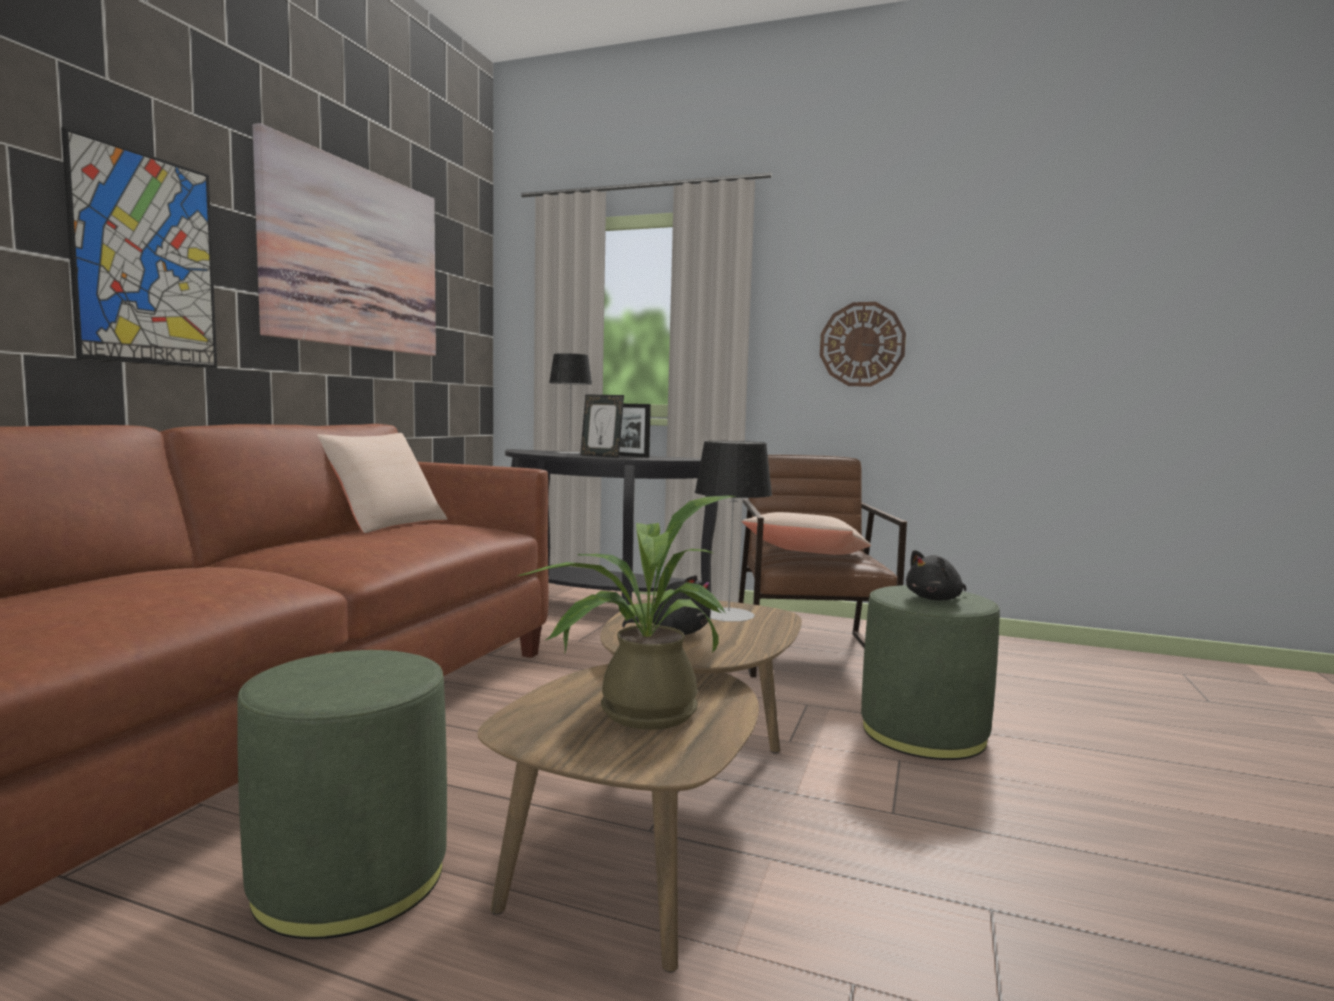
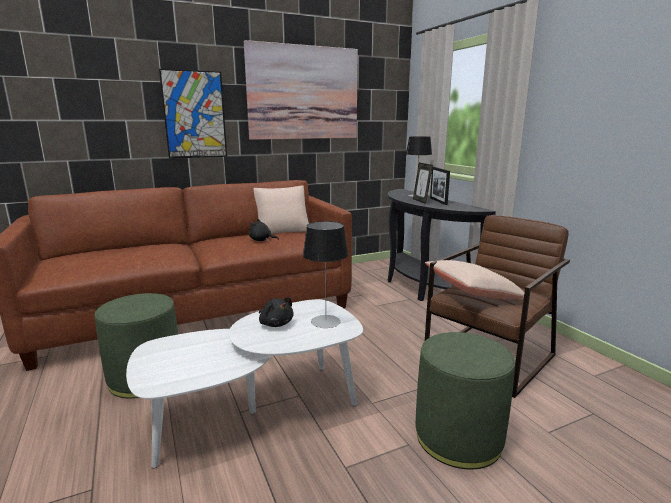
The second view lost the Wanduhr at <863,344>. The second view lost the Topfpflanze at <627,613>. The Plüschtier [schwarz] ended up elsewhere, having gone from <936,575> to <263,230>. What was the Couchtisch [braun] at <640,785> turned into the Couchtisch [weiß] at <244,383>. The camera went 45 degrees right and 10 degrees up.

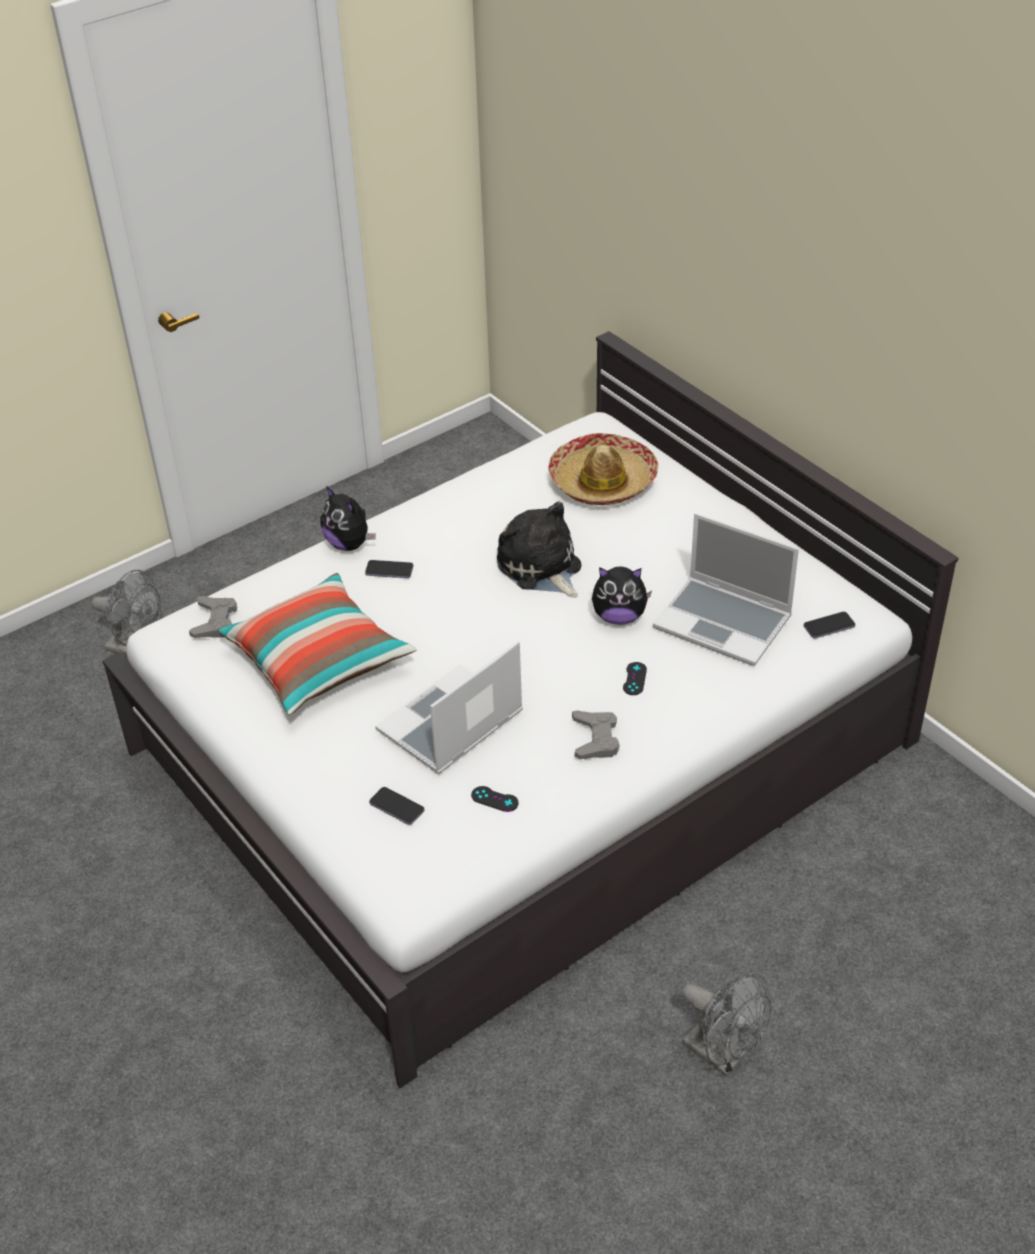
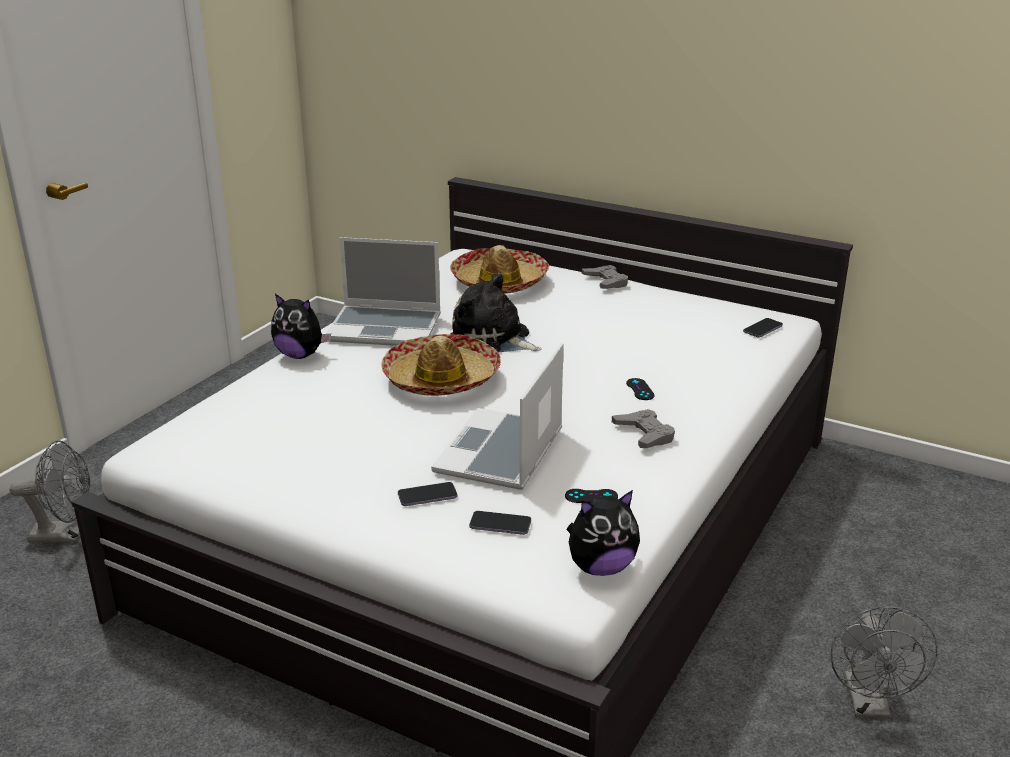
The Laptop ended up elsewhere, having gone from <726,589> to <383,291>. The Handy ended up elsewhere, having gone from <389,569> to <427,494>. The Plüschtier ended up elsewhere, having gone from <622,595> to <603,533>. The second view lost the Kissen at <317,644>. The Gamepad [grau] ended up elsewhere, having gone from <213,617> to <605,277>. The Ventilator [grau] at <726,1024> ended up facing another way, 75 degrees clockwise from before. The second view gained the Hut at <441,365>. The camera went 25 degrees left and 15 degrees down.

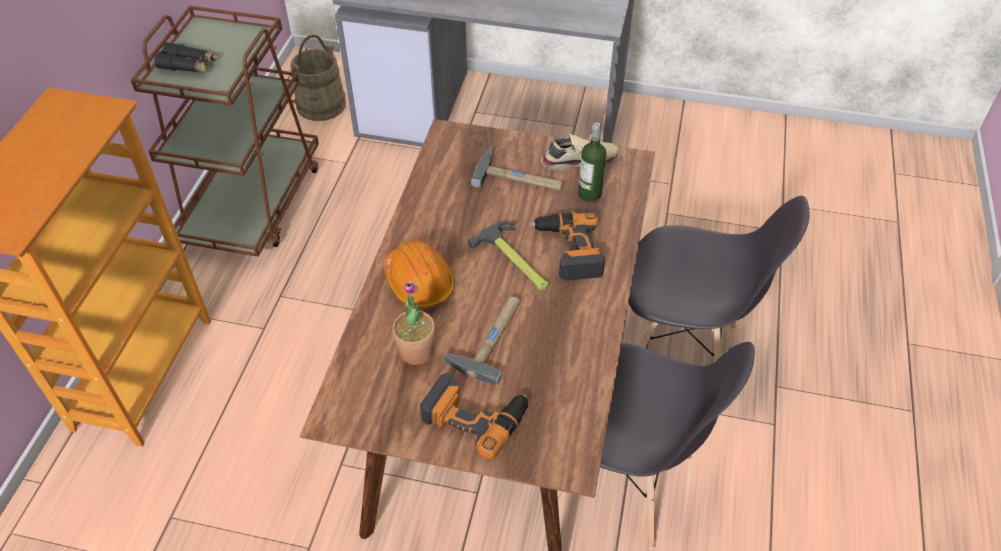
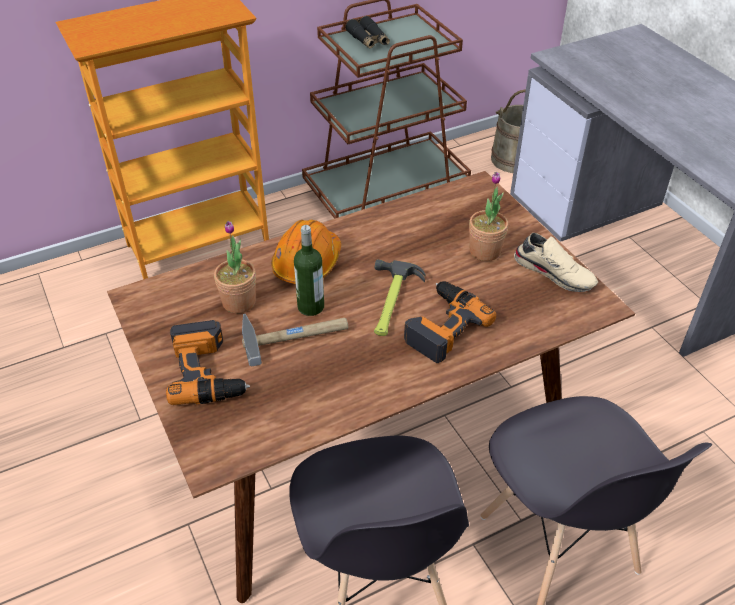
The Flasche ended up elsewhere, having gone from <592,162> to <309,270>. Where the Hammer stood at <517,169>, the Topfpflanze came to stand at <488,216>. The camera went 50 degrees right and 5 degrees down.

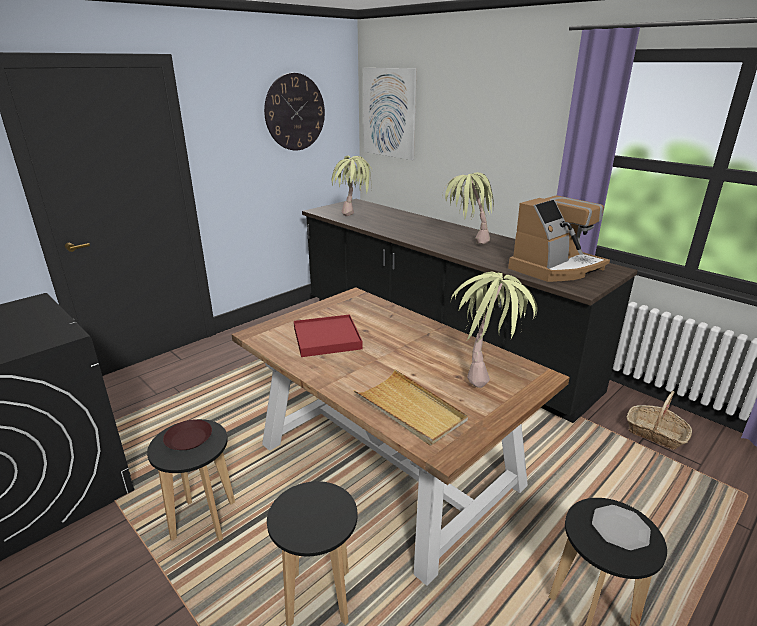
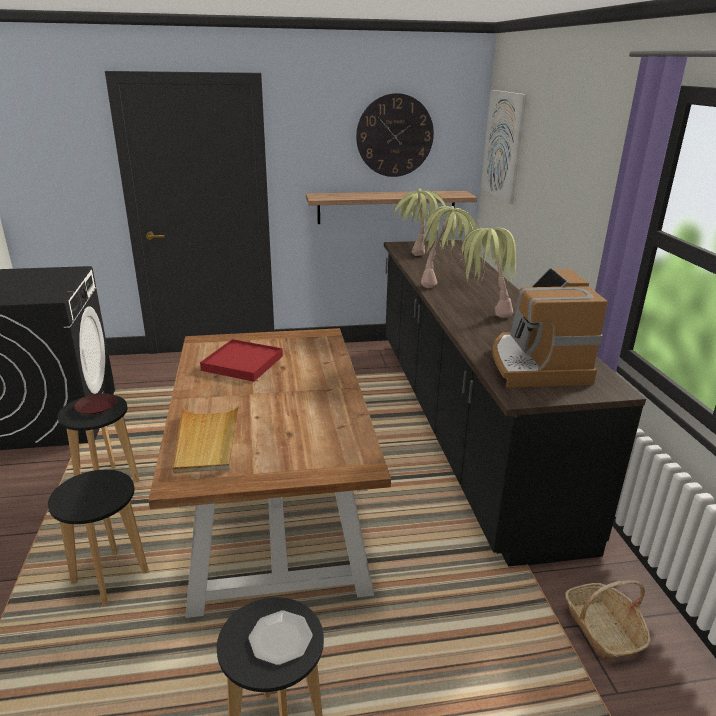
The Kaffeemaschine at <559,238> ended up facing another way, 90 degrees clockwise from before. The Topfpflanze ended up elsewhere, having gone from <494,330> to <450,247>. The second view gained the Wandregal at <391,207>. The camera went 35 degrees right and 0 degrees up.

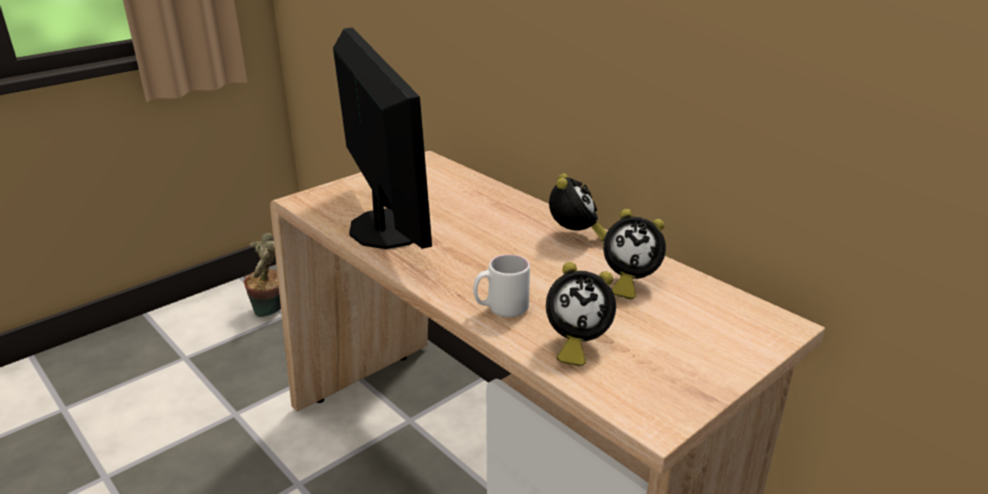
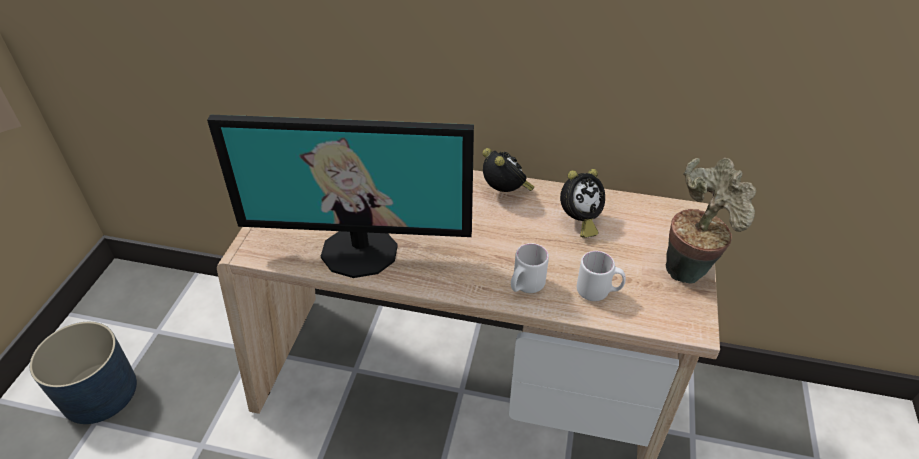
The Monitor at <382,138> ended up facing another way, 150 degrees clockwise from before. The Topfpflanze ended up elsewhere, having gone from <262,275> to <711,220>. Where the Wecker stood at <581,314>, the Henkelbecher [weiß] came to stand at <601,276>. The second view gained the Pflanzkübel [blau] at <83,373>. The camera went 35 degrees left and 15 degrees up.

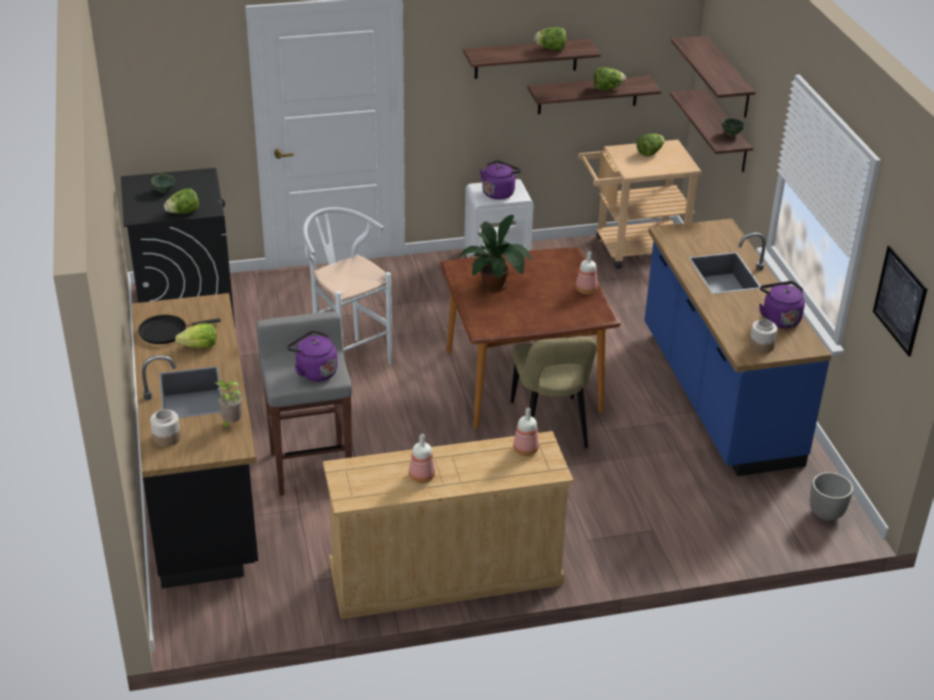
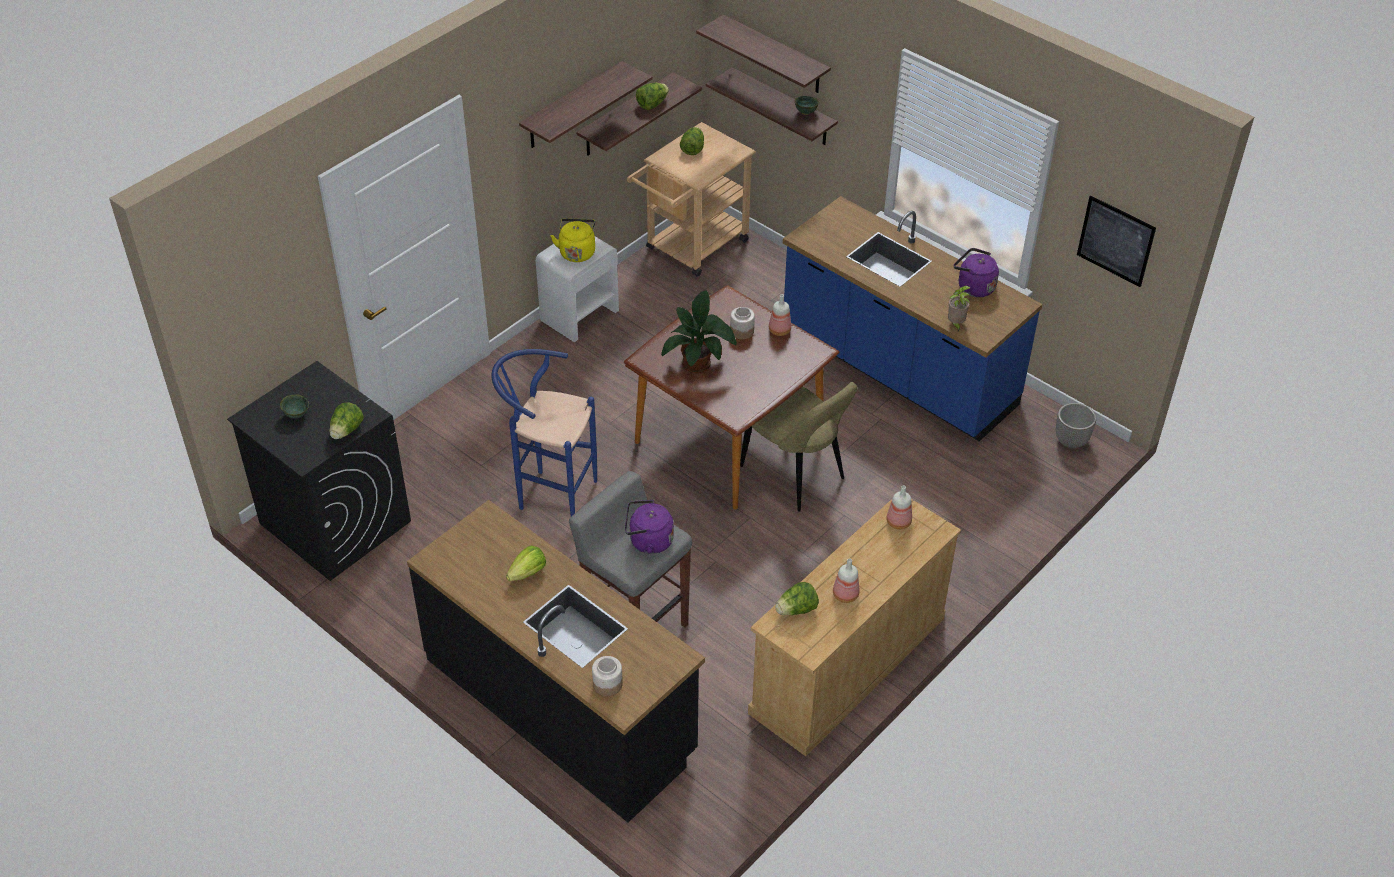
The Salatkopf ended up elsewhere, having gone from <550,39> to <797,598>. What was the Wasserkessel [lila] at <500,180> turned into the Wasserkessel [gelb] at <572,240>. What was the Hocker [weiß] at <347,285> turned into the Hocker [blau] at <544,433>. The second view lost the Pfanne [schwarz] at <179,329>. The Vorratsglas ended up elsewhere, having gone from <763,336> to <742,323>. The Topfpflanze ended up elsewhere, having gone from <228,405> to <959,308>. The camera went 35 degrees left and 10 degrees up.

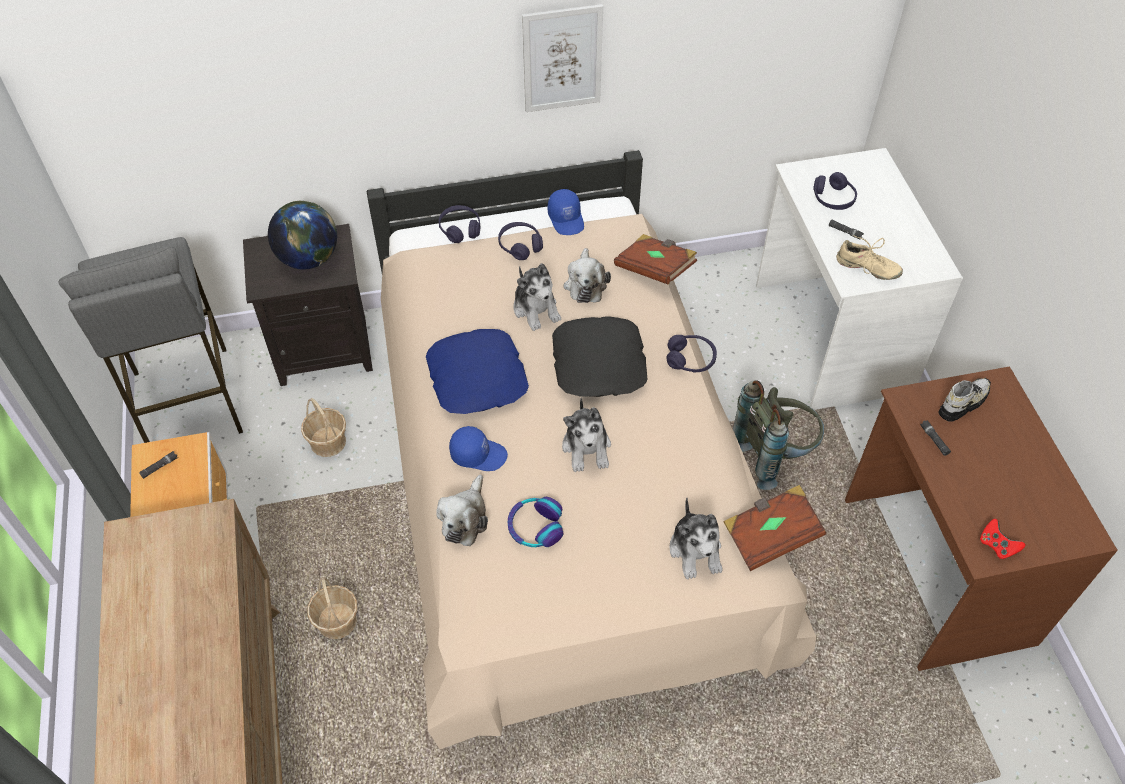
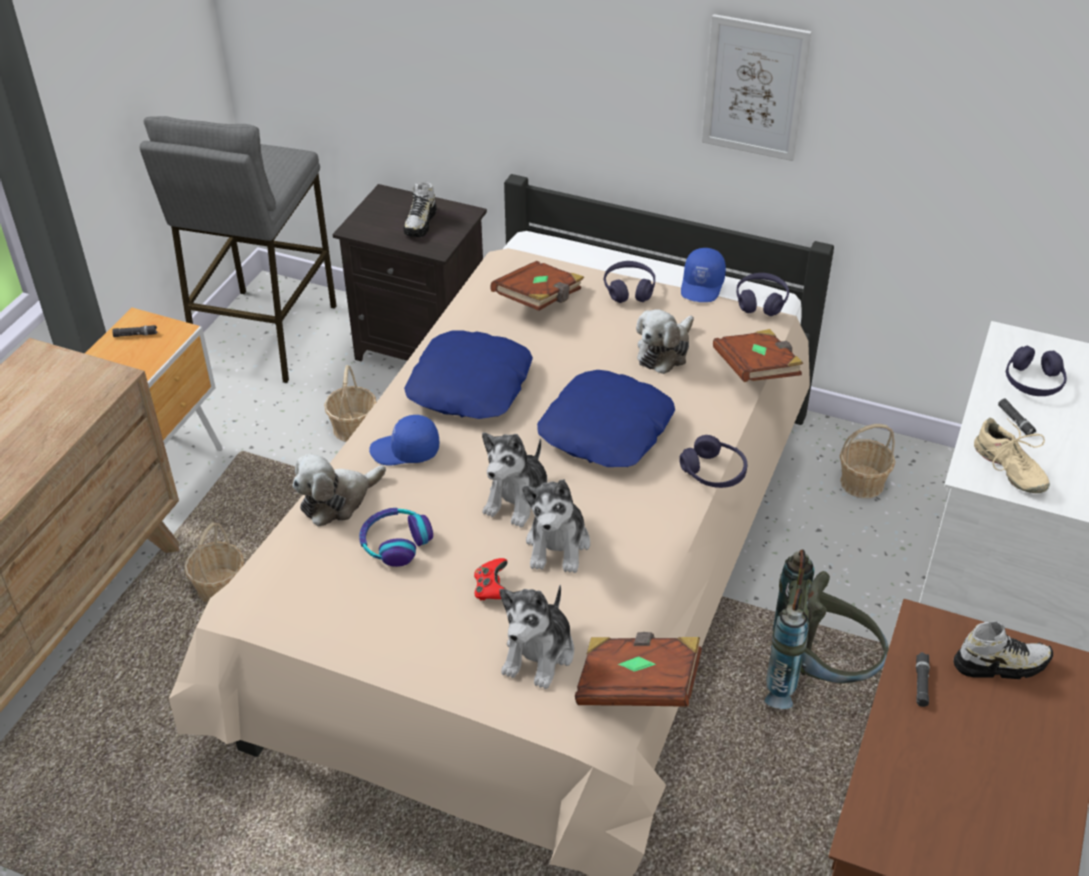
Where the Globus stood at <302,235>, the Schuh came to stand at <420,209>. The Kopfhörer [lila] ended up elsewhere, having gone from <459,224> to <763,294>. The Plüschtier ended up elsewhere, having gone from <537,297> to <556,526>. What was the Kissen [schwarz] at <599,356> turned into the Kissen [blau] at <606,418>. The Kappe [blau] at <478,448> ended up facing another way, 135 degrees clockwise from before. The Gamepad [rot] ended up elsewhere, having gone from <1002,539> to <491,579>. The second view gained the Buch [braun] at <537,286>. The second view gained the Korb at <867,461>. The camera went 35 degrees right and 10 degrees down.

